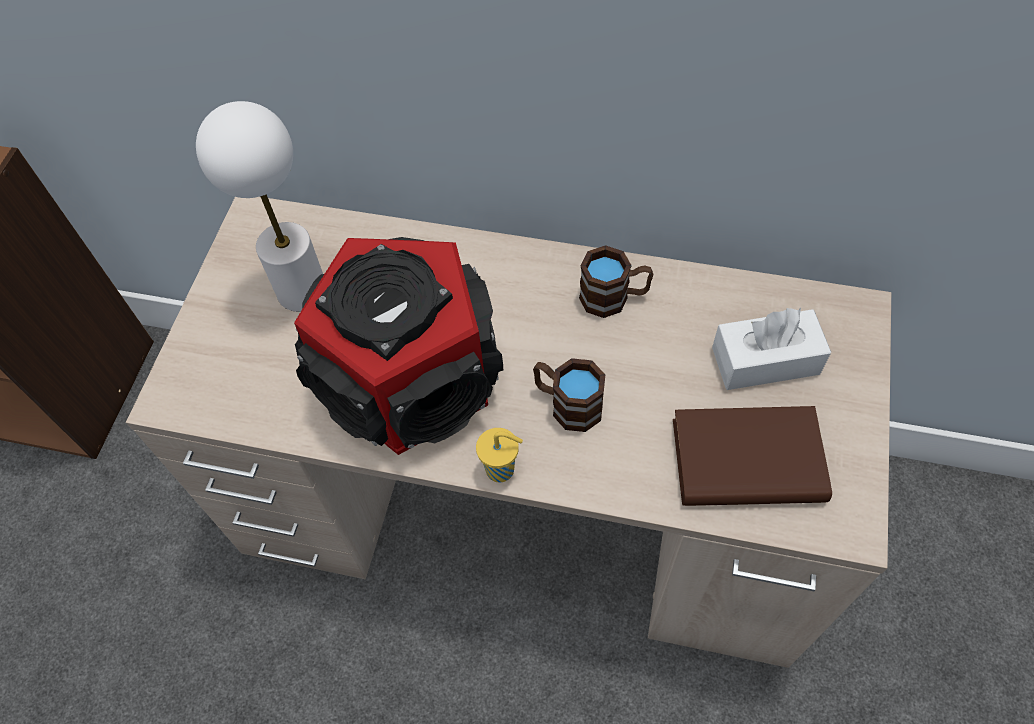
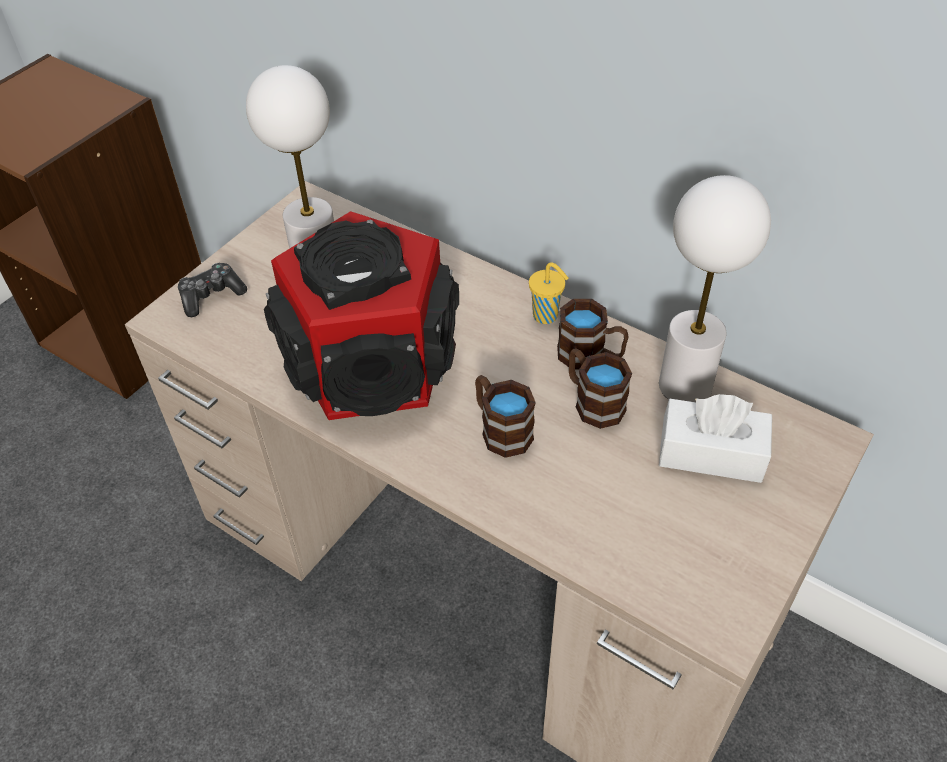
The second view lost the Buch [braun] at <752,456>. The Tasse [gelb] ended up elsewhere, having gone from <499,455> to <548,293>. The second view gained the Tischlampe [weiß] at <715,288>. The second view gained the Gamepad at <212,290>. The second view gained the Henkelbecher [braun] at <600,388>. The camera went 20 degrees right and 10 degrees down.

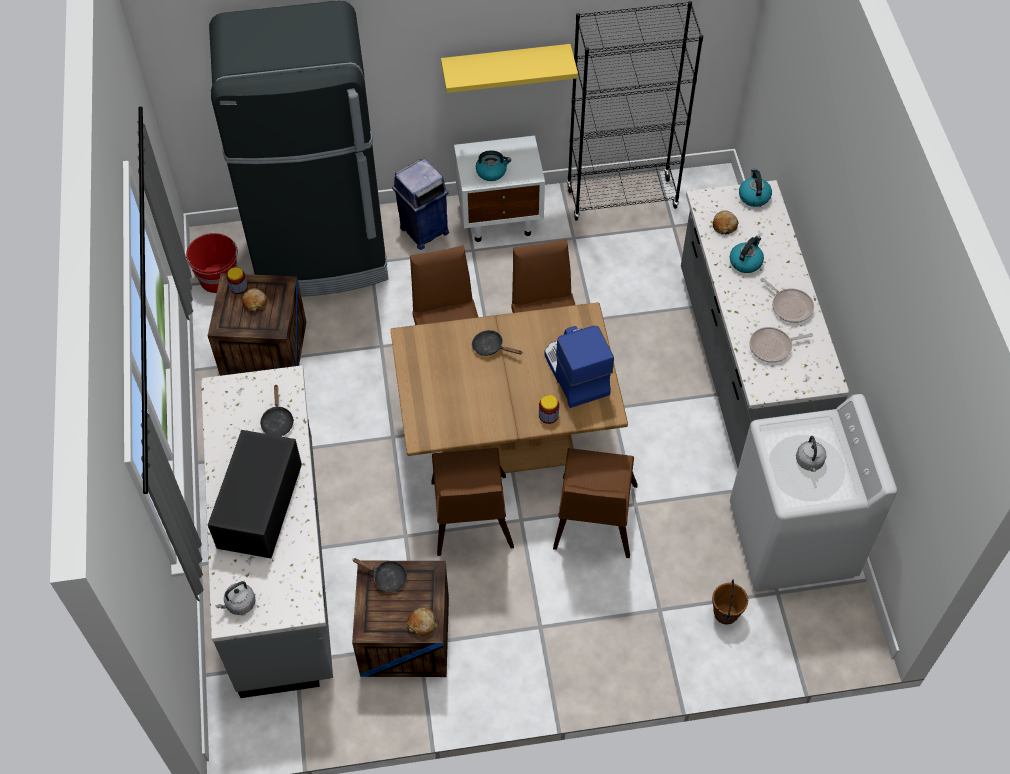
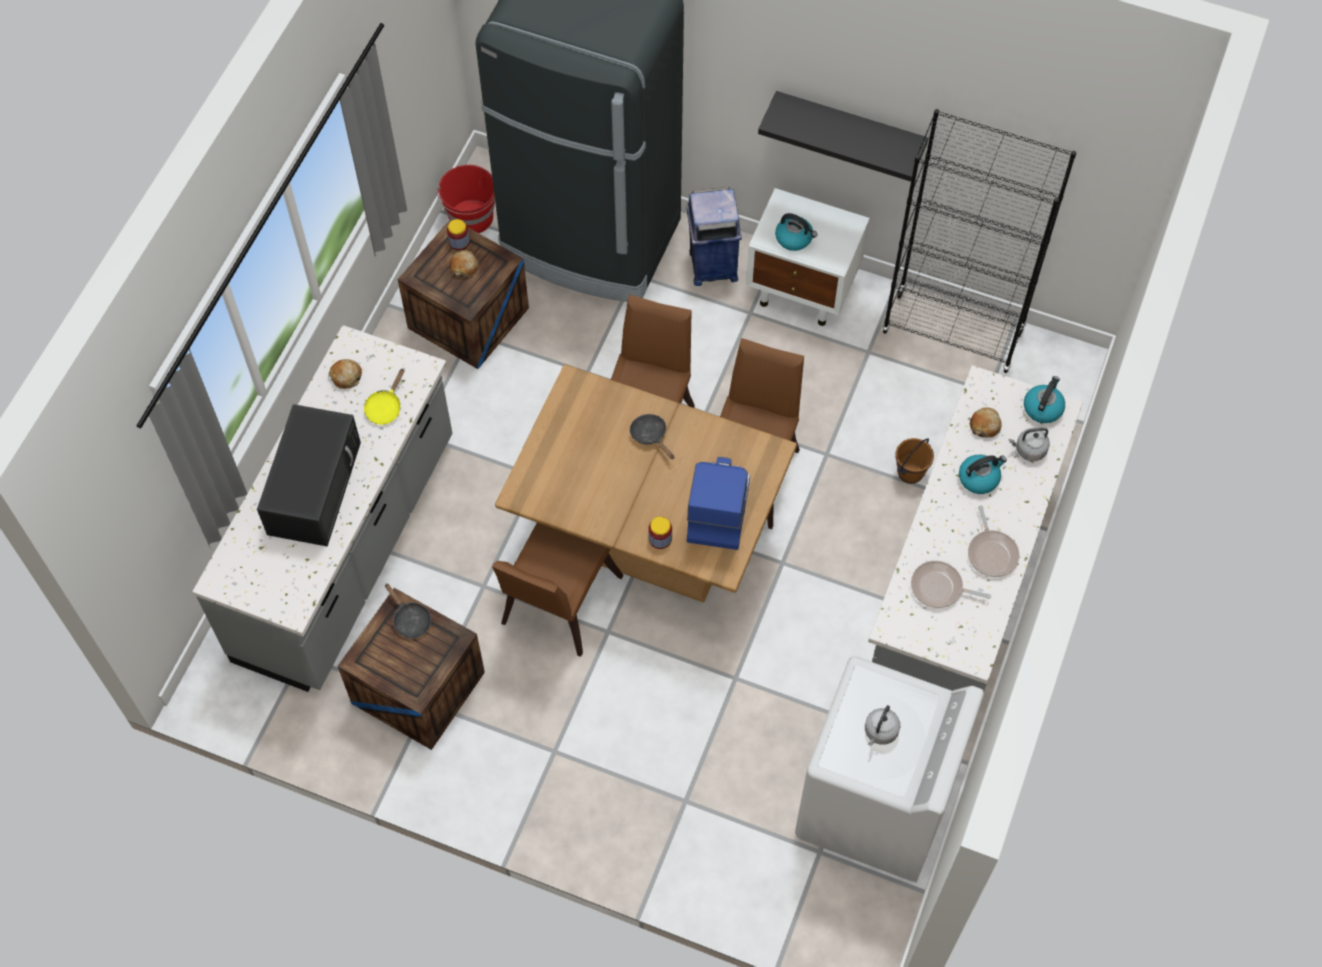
What was the Wandregal [gelb] at <509,68> turned into the Wandregal [schwarz] at <843,136>. What was the Pfanne [schwarz] at <277,410> turned into the Pfanne [gelb] at <384,397>. The Mikrowelle [schwarz] at <255,494> ended up facing another way, 150 degrees clockwise from before. The second view lost the Stuhl [braun] at <595,503>. The Eimer [braun] ended up elsewhere, having gone from <730,602> to <915,461>. The Wasserkessel [grau] ended up elsewhere, having gone from <235,598> to <1029,444>. The Brot ended up elsewhere, having gone from <422,622> to <345,374>. The camera went 30 degrees right and 5 degrees up.

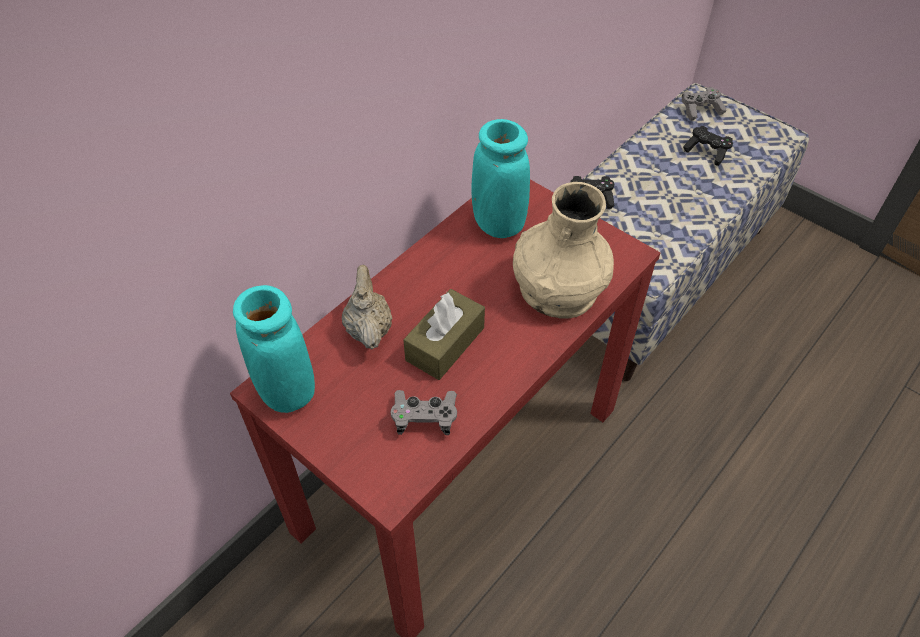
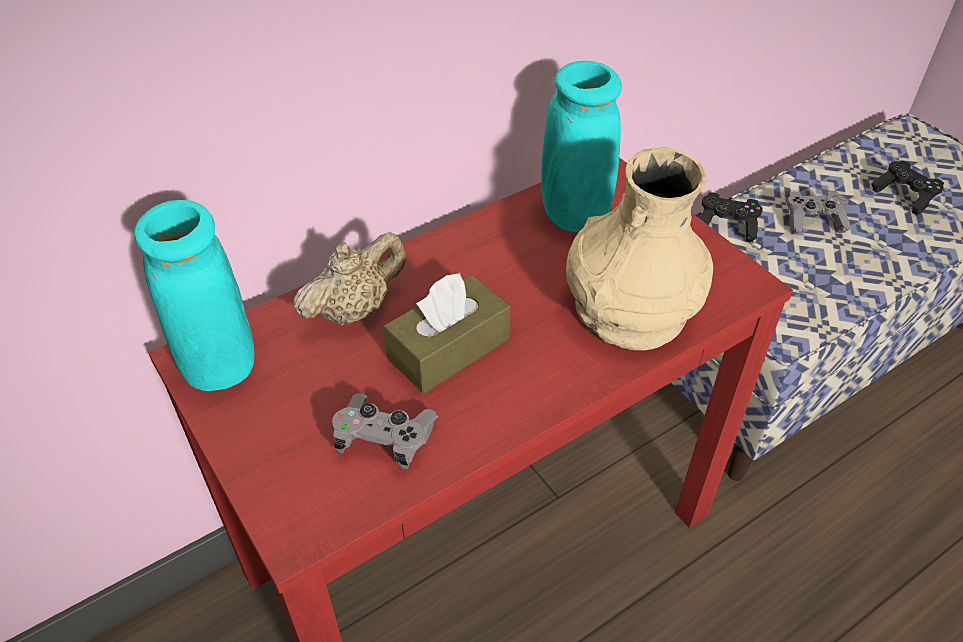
The Gamepad [grau] ended up elsewhere, having gone from <704,104> to <819,212>. The Teekanne [beige] at <367,307> ended up facing another way, 45 degrees clockwise from before. The camera went 15 degrees right and 5 degrees down.

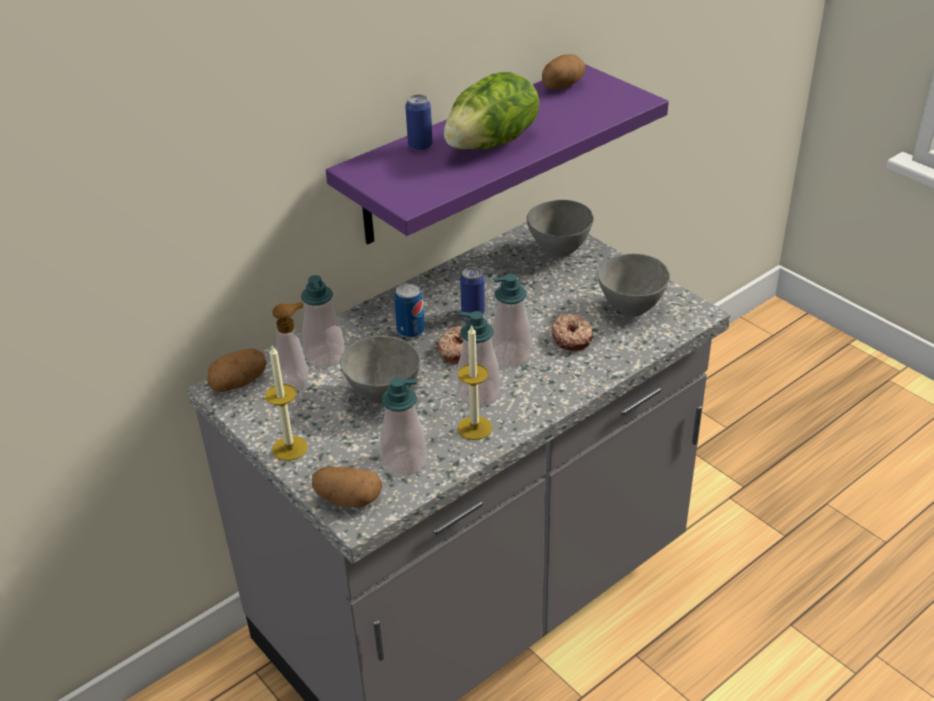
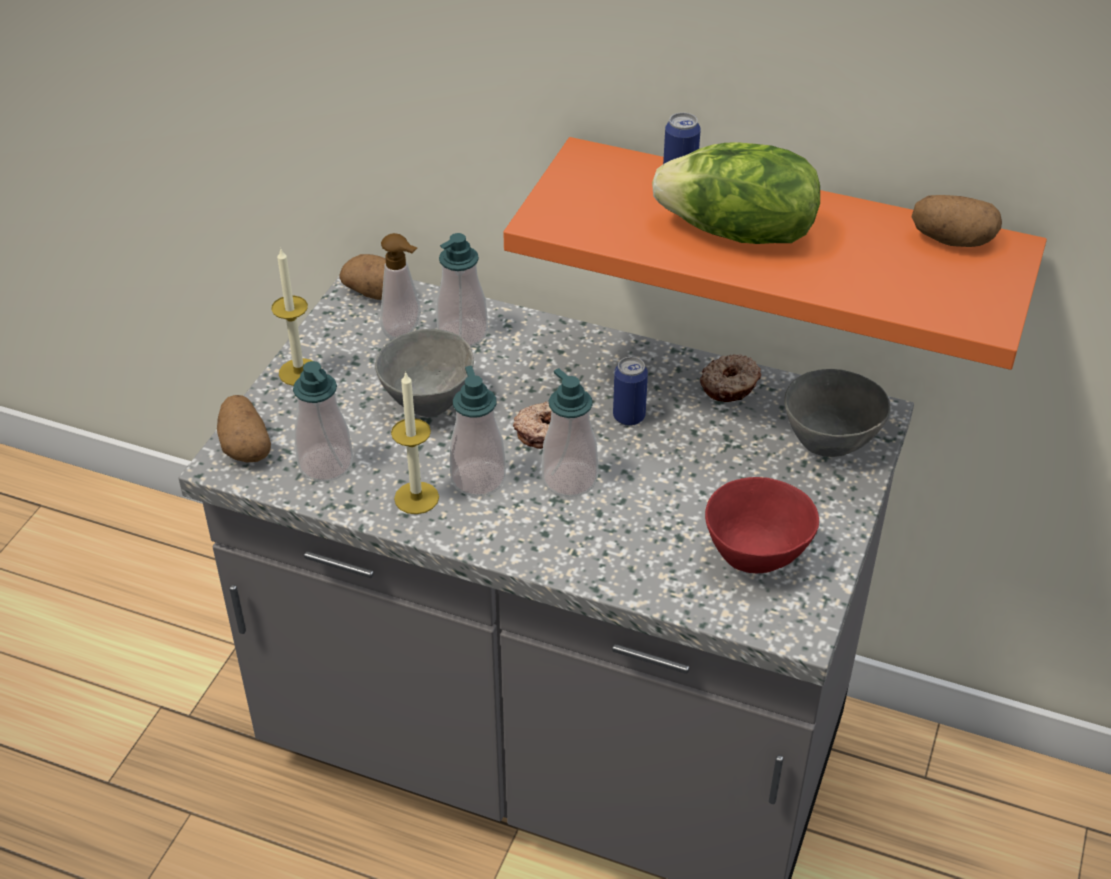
What was the Wandregal [lila] at <497,154> turned into the Wandregal [orange] at <775,253>. What was the Schüssel [grau] at <633,285> turned into the Schüssel [rot] at <762,525>. The second view lost the Dose at <409,310>. The Donut ended up elsewhere, having gone from <572,332> to <730,378>. The camera went 60 degrees right and 5 degrees up.

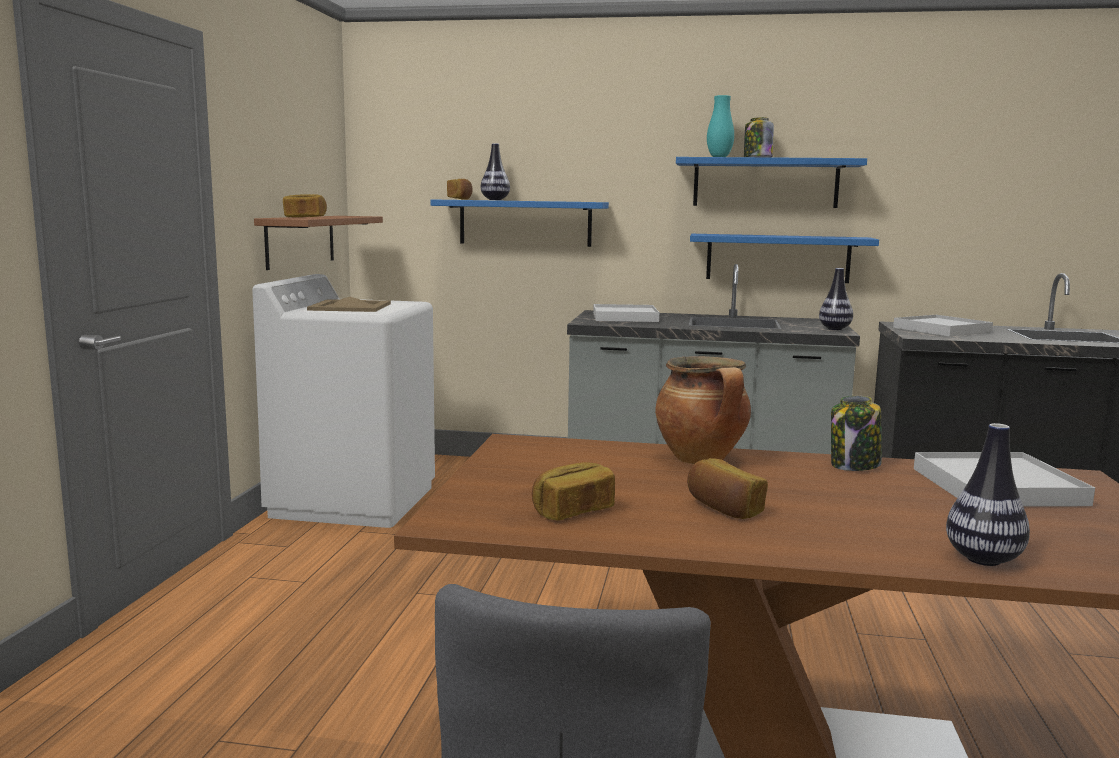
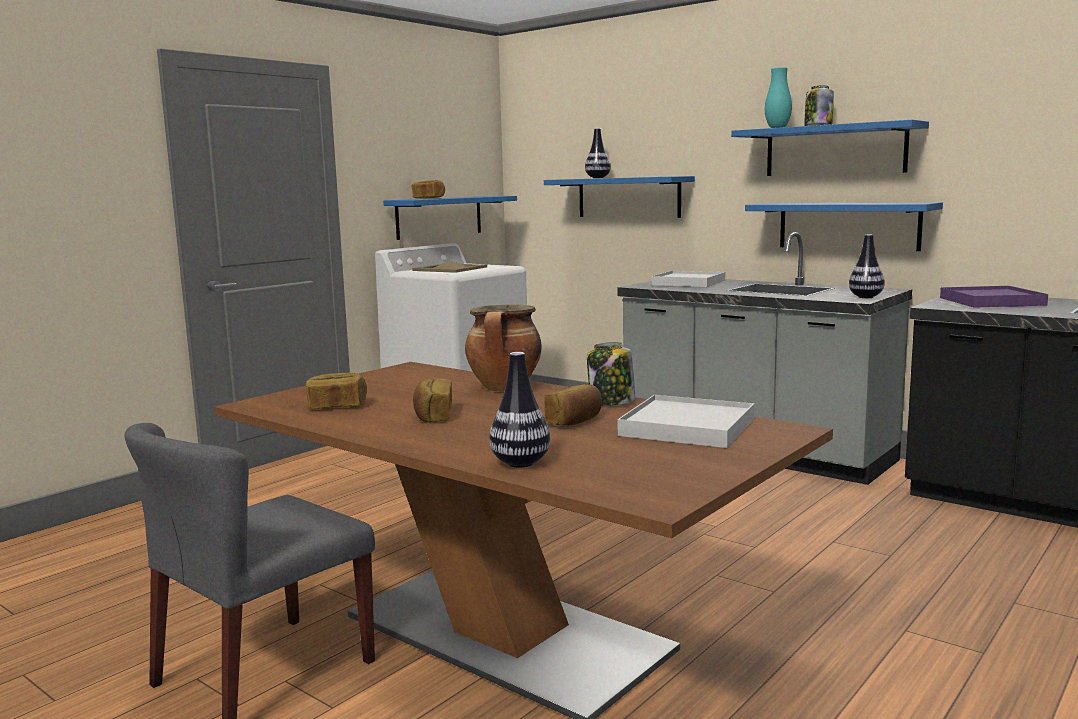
The Brot ended up elsewhere, having gone from <460,189> to <573,405>. What was the Wandregal [braun] at <318,243> turned into the Wandregal [blau] at <450,218>. What was the Tablett [weiß] at <943,326> turned into the Tablett [lila] at <994,297>. The camera went 30 degrees right and 0 degrees up.

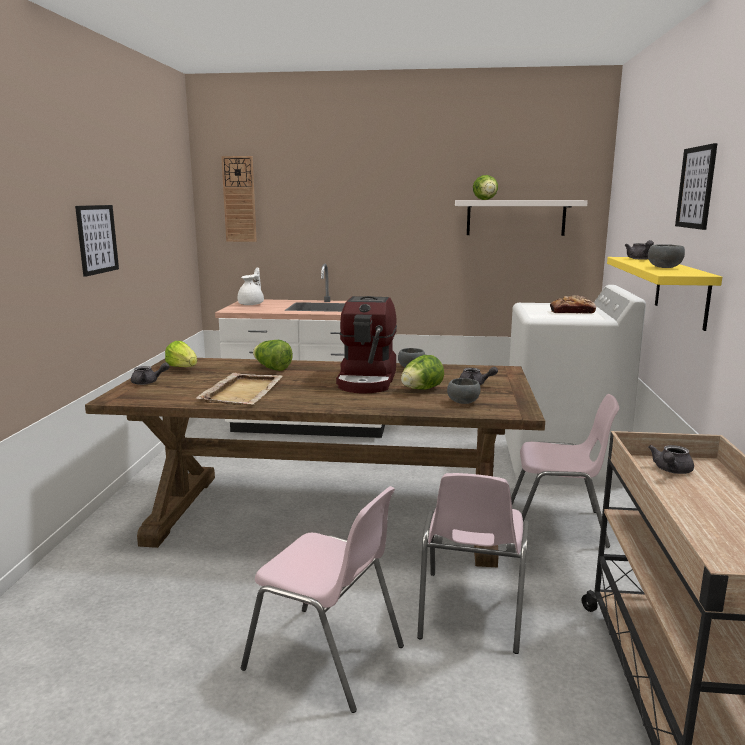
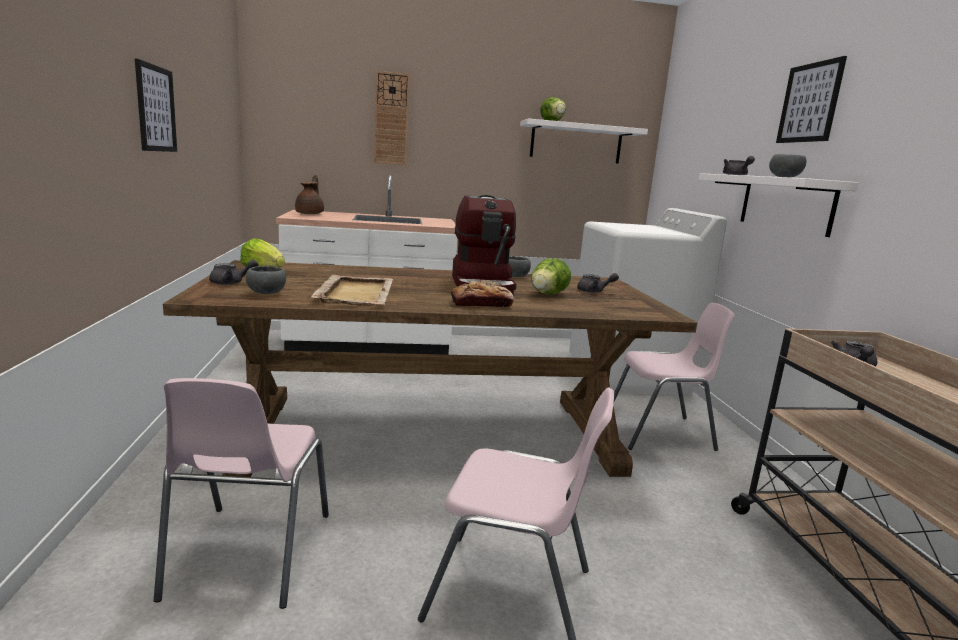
The Wanduhr ended up elsewhere, having gone from <239,199> to <392,118>. What was the Wandregal [gelb] at <664,294> turned into the Wandregal [weiß] at <778,205>. What was the Teekanne [weiß] at <251,286> turned into the Teekanne [braun] at <309,194>. The Brot ended up elsewhere, having gone from <573,304> to <482,293>. The second view lost the Salatkopf at <273,355>. The Schüssel [grau] ended up elsewhere, having gone from <464,391> to <266,280>. The Stuhl [rosa] ended up elsewhere, having gone from <473,563> to <241,493>. The camera went 15 degrees left and 0 degrees up.

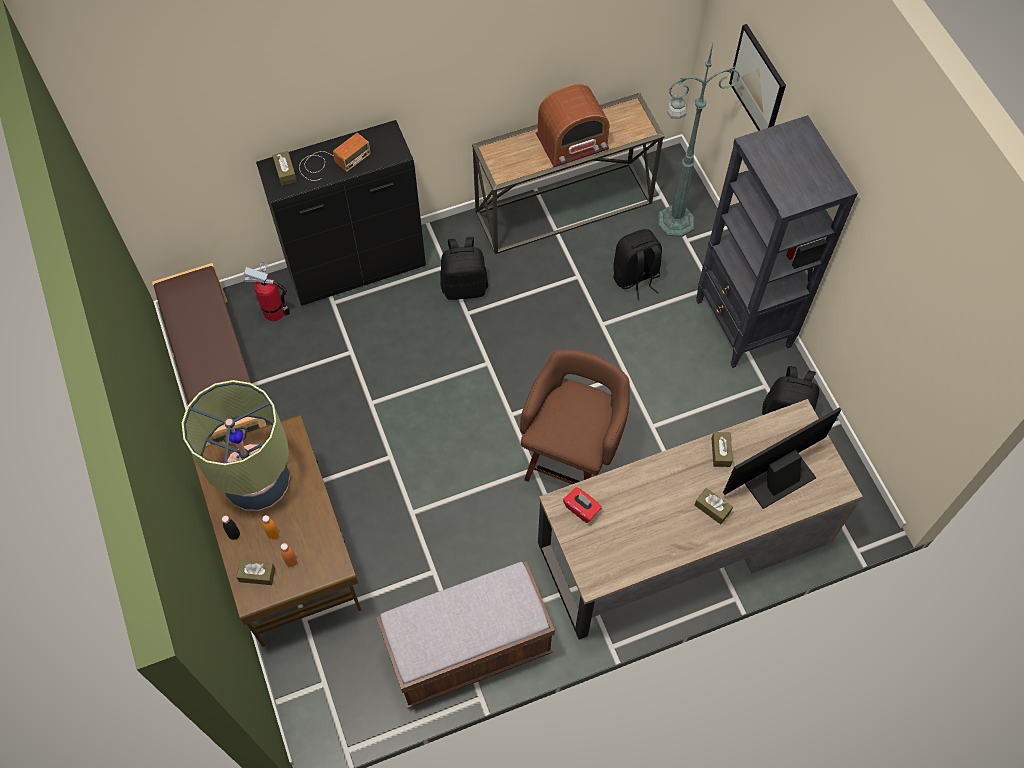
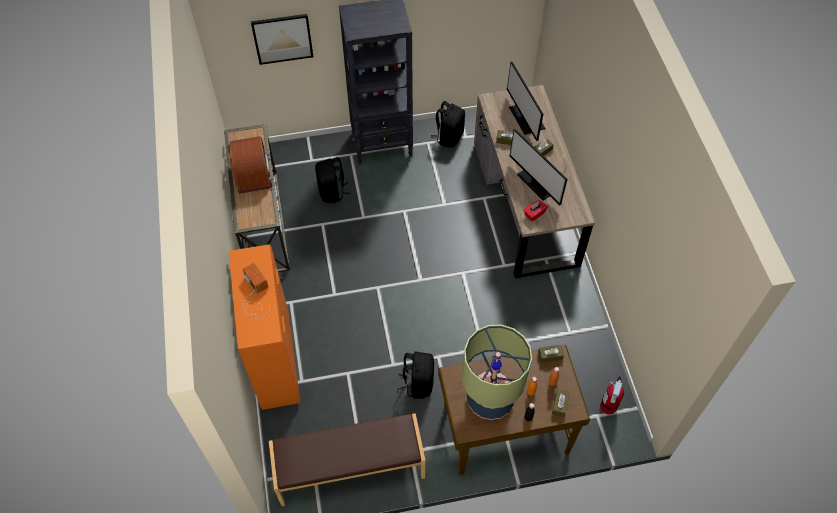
The second view lost the Stehlampe [grün] at <699,140>. What was the Schrank [schwarz] at <341,213> turned into the Schrank [orange] at <264,327>. The Taschentuchbox [braun] ended up elsewhere, having gone from <284,168> to <551,354>. The Rucksack [schwarz] ended up elsewhere, having gone from <464,268> to <416,375>. The Feuerlöscher ended up elsewhere, having gone from <267,291> to <612,395>. The second view lost the Hocker [braun] at <575,417>. The second view lost the Bank [braun] at <465,634>. The second view gained the Monitor at <538,167>. The camera went 80 degrees left and 5 degrees down.

